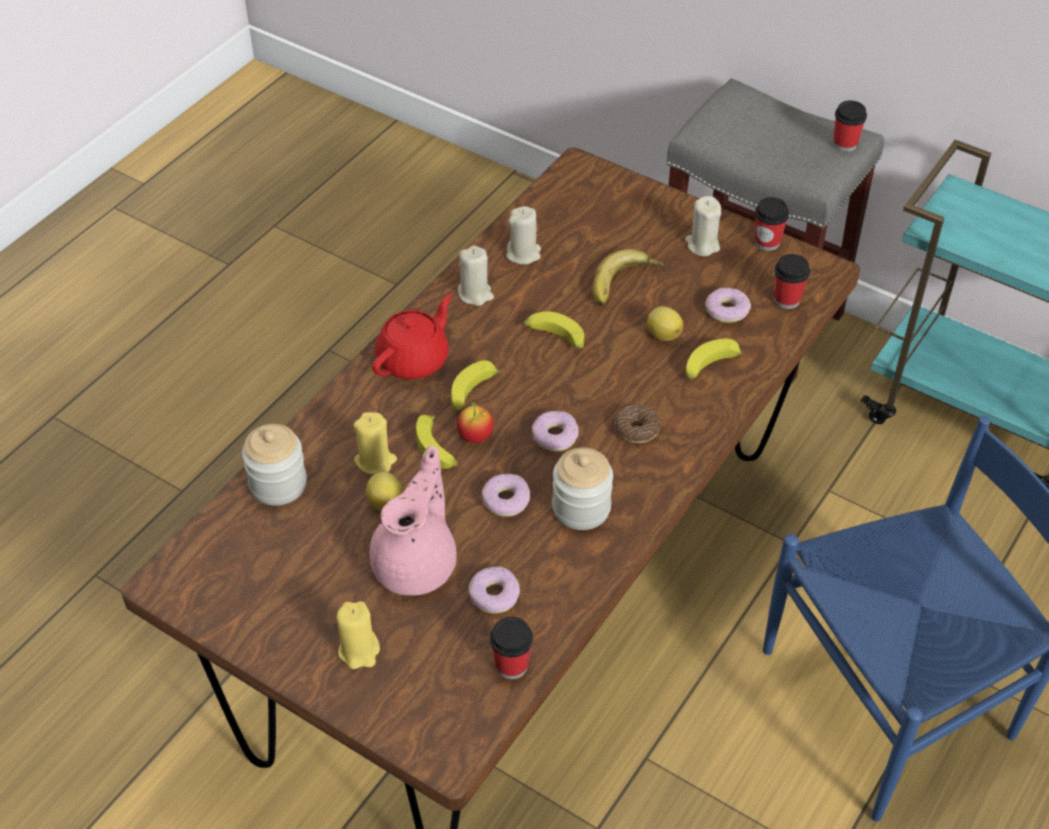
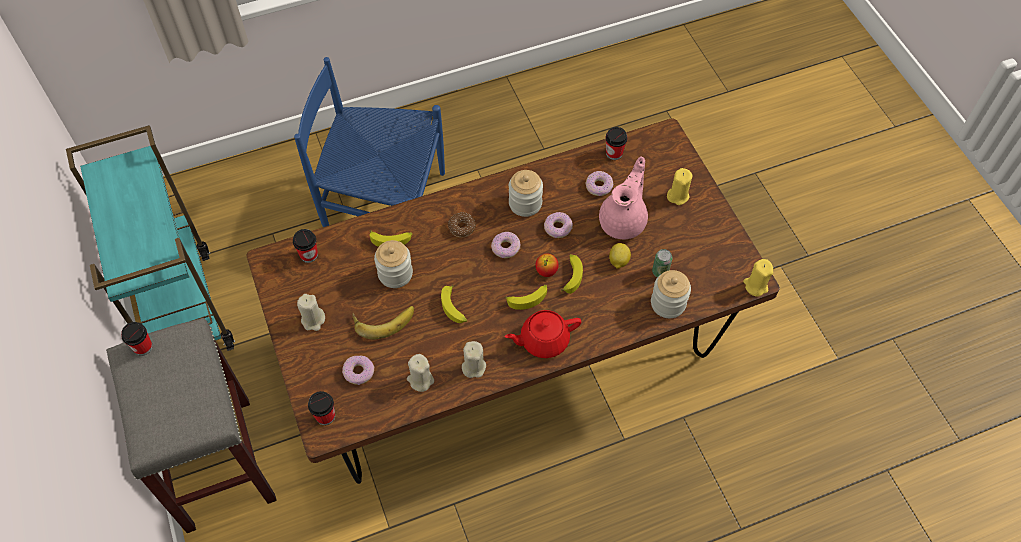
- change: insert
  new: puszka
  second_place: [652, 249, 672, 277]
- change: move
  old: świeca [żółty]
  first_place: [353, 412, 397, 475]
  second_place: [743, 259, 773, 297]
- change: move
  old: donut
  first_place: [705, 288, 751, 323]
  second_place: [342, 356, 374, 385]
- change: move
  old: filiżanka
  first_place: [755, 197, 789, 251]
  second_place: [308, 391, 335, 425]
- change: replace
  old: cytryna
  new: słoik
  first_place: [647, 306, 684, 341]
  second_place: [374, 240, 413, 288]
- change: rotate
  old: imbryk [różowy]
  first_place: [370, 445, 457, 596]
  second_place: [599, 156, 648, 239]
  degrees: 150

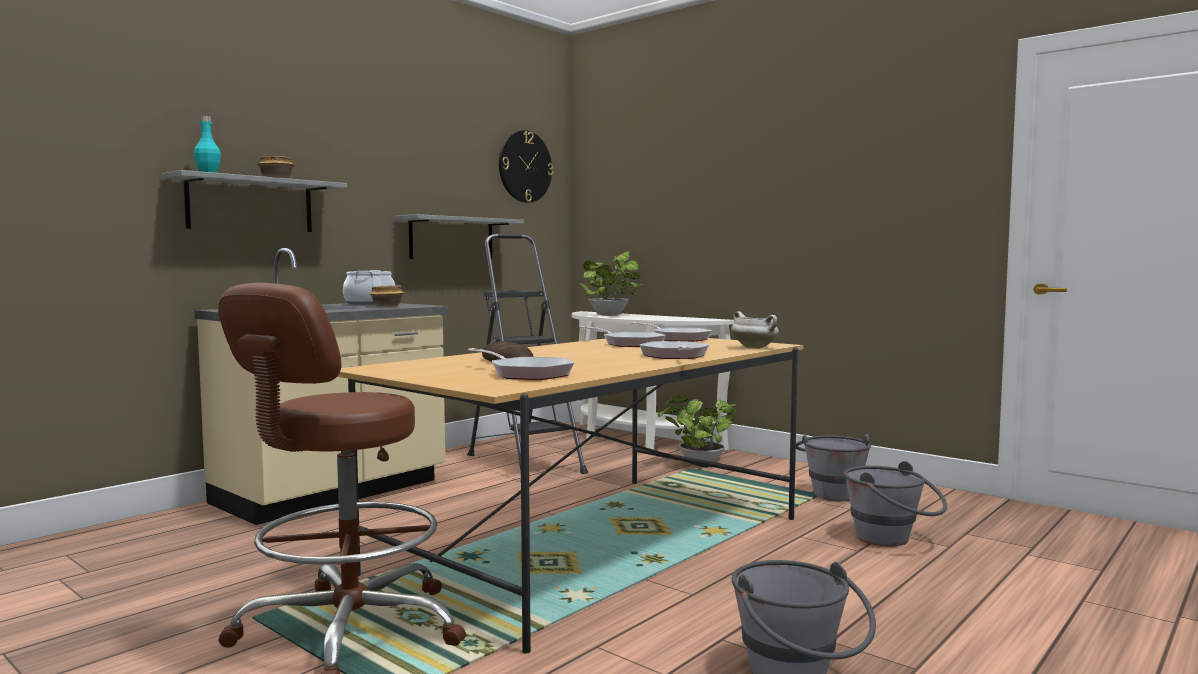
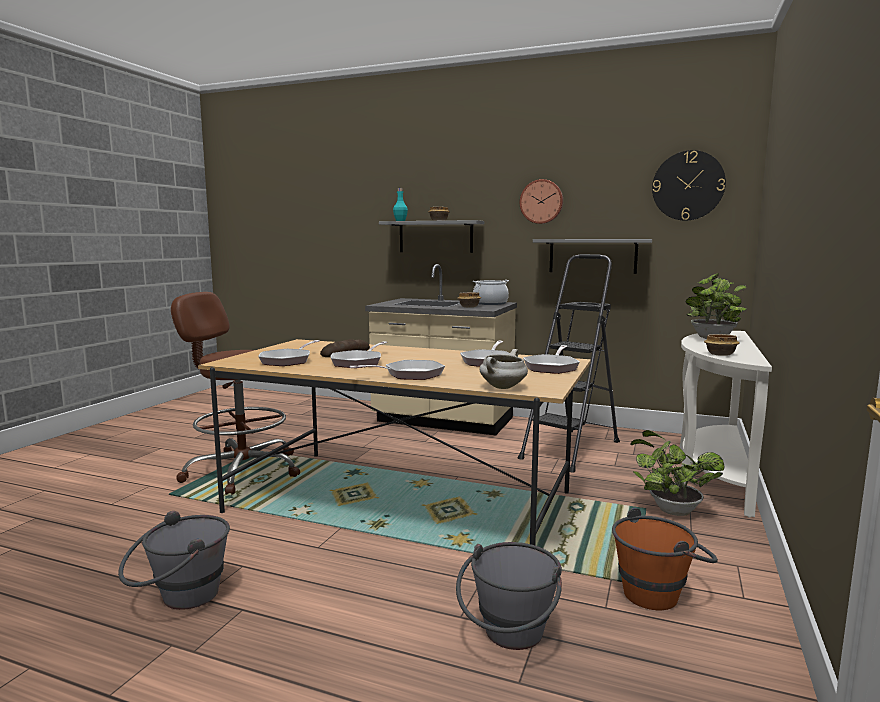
- change: insert
  new: patelnia
  second_place: [330, 341, 387, 368]
- change: insert
  new: zegar ścienny
  second_place: [520, 179, 563, 224]
- change: insert
  new: miska
  second_place: [704, 334, 740, 356]
- change: recolor
  old: wiadro [szary]
  new: wiadro [pomarańczowy]
  first_place: [796, 434, 871, 501]
  second_place: [612, 508, 718, 610]

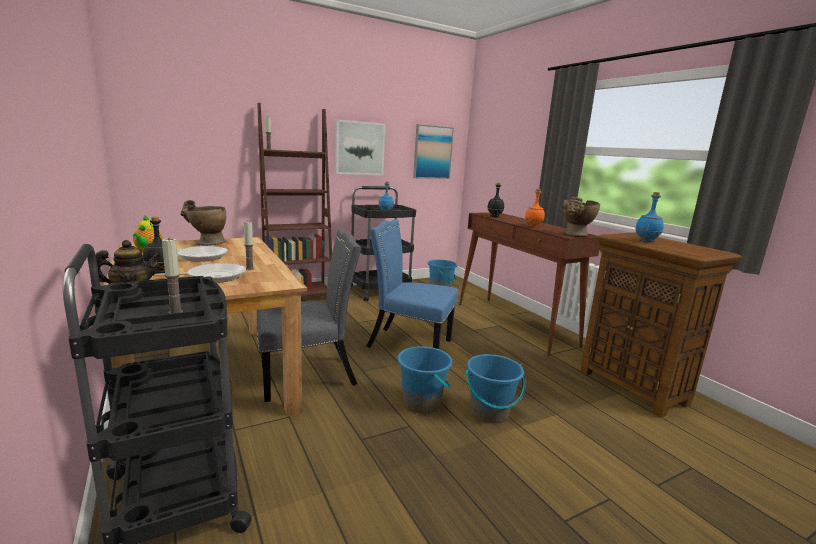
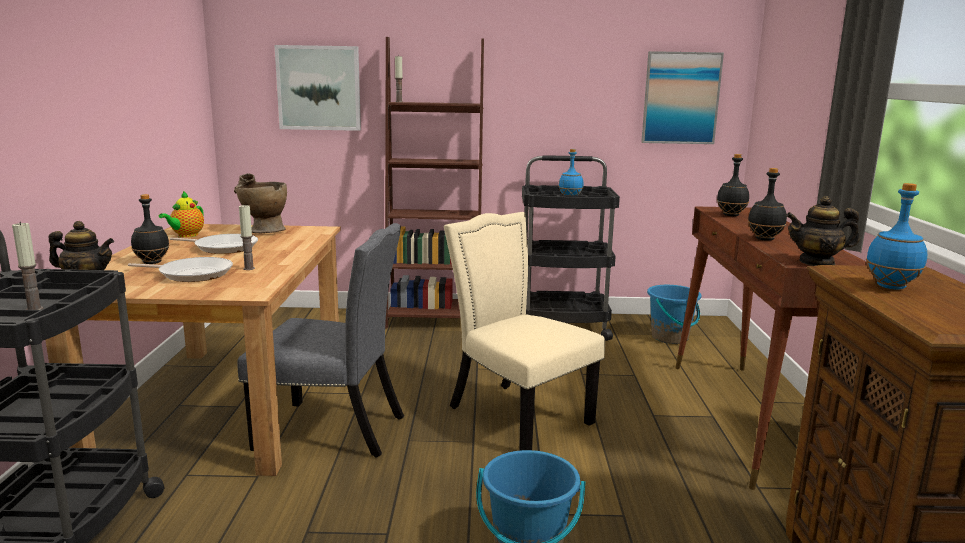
- change: delete
  old: wiadro [niebieski]
  first_place: [397, 346, 453, 414]
- change: move
  old: obraz
  first_place: [335, 119, 385, 175]
  second_place: [274, 45, 361, 131]
- change: replace
  old: wazon [beżowy]
  new: imbryk
  first_place: [563, 197, 600, 237]
  second_place: [786, 196, 860, 266]
- change: recolor
  old: krzesło [niebieski]
  new: krzesło [beżowy]
  first_place: [367, 219, 458, 349]
  second_place: [444, 212, 605, 451]
- change: recolor
  old: butelka [pomarańczowy]
  new: butelka [czarny]
  first_place: [525, 189, 545, 227]
  second_place: [748, 168, 787, 241]

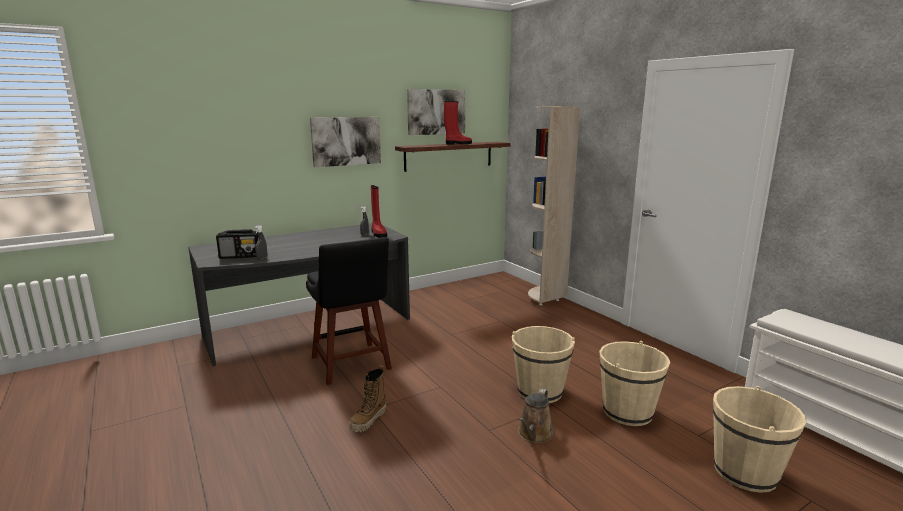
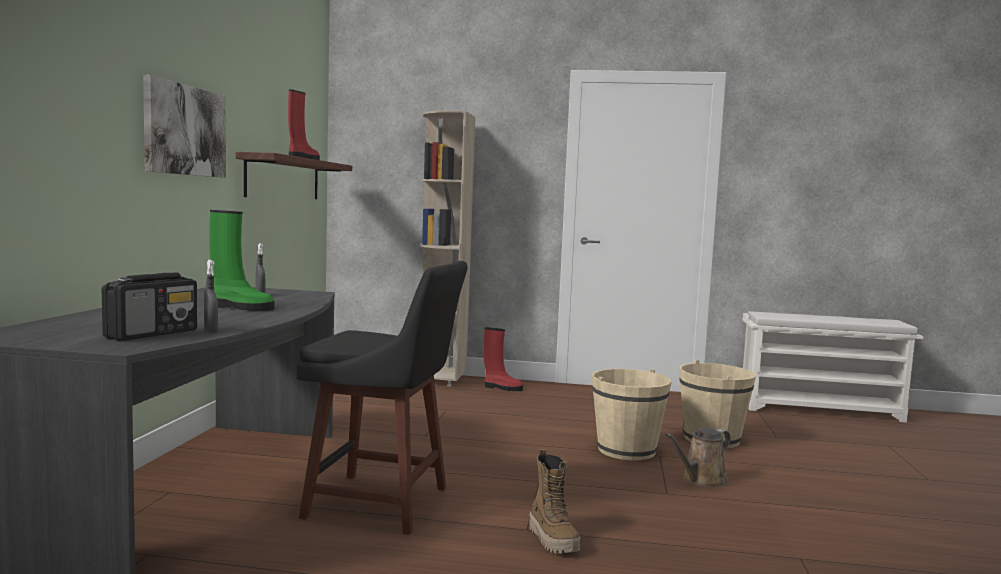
- change: delete
  old: obraz
  first_place: [407, 89, 465, 135]
- change: delete
  old: wiadro [beżowy]
  first_place: [713, 386, 806, 493]
- change: insert
  new: but z cholewką [zielony]
  second_place: [209, 210, 275, 311]
- change: move
  old: but z cholewką [czerwony]
  first_place: [371, 185, 387, 238]
  second_place: [483, 327, 523, 391]
- change: rotate
  old: konewka [brązowy]
  first_place: [518, 389, 554, 443]
  second_place: [666, 428, 731, 487]
  degrees: 75

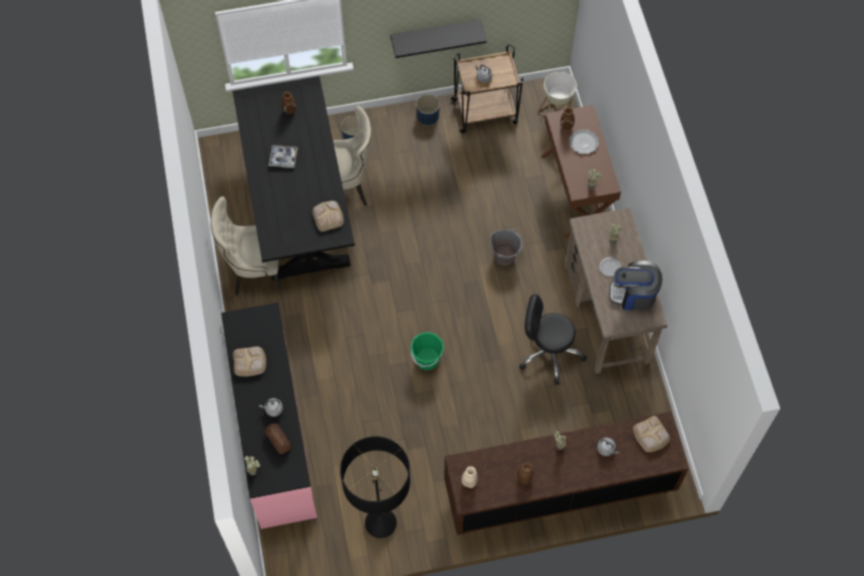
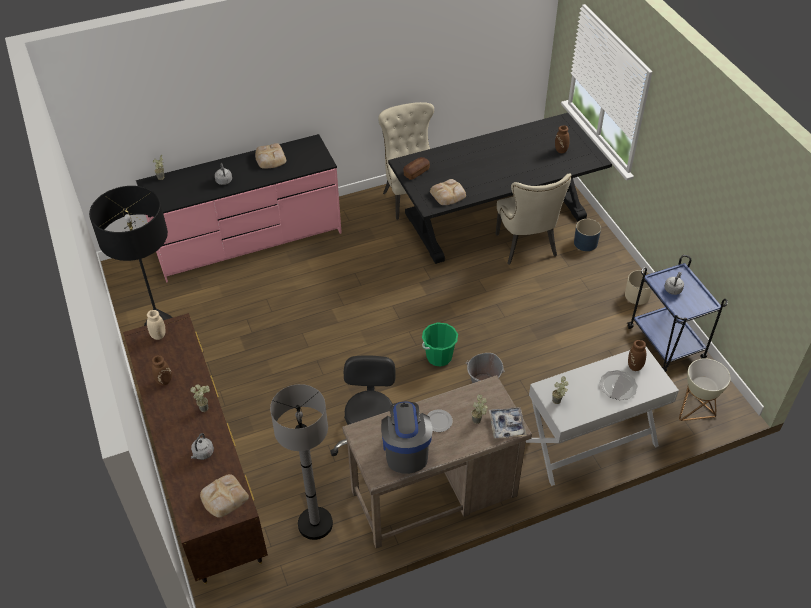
- change: delete
  old: półka [czarny]
  first_place: [390, 19, 487, 58]
- change: insert
  new: lampa stojąca [szary]
  second_place: [270, 384, 333, 540]
- change: move
  old: chleb
  first_place: [265, 423, 291, 454]
  second_place: [403, 157, 430, 180]
- change: move
  old: taca
  first_place: [269, 145, 298, 168]
  second_place: [489, 407, 527, 438]
- change: move
  old: wiadro [zielony]
  first_place: [410, 332, 444, 370]
  second_place: [422, 322, 458, 366]
- change: recolor
  old: donica [niebieski]
  new: donica [beżowy]
  first_place: [416, 94, 440, 125]
  second_place: [625, 270, 652, 305]
- change: recolor
  old: wózek [brązowy]
  new: wózek [niebieski]
  first_place: [451, 45, 524, 133]
  second_place: [627, 255, 728, 372]
- change: recolor
  old: stolik konsolowy [brązowy]
  new: stolik konsolowy [biały]
  first_place: [541, 105, 621, 238]
  second_place: [526, 347, 679, 486]

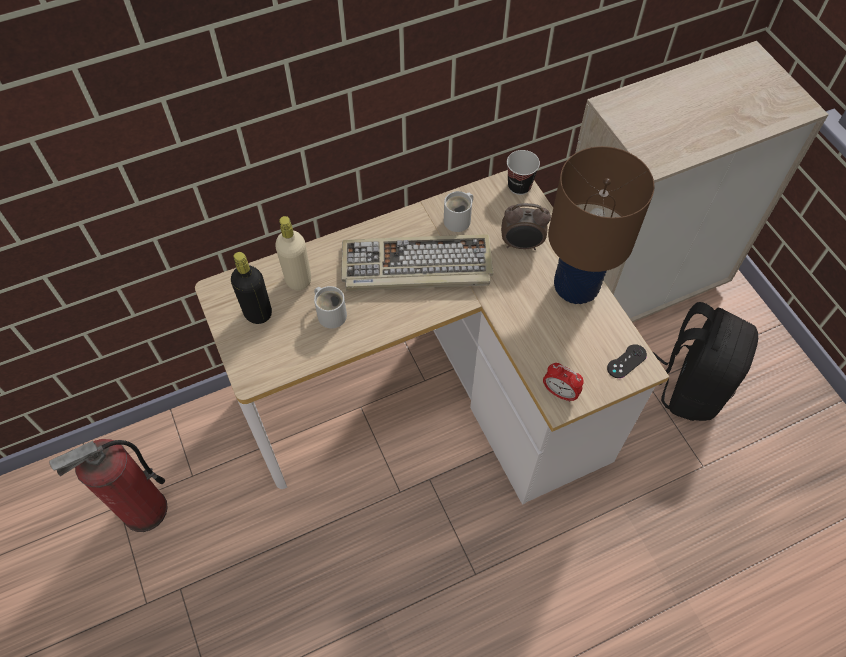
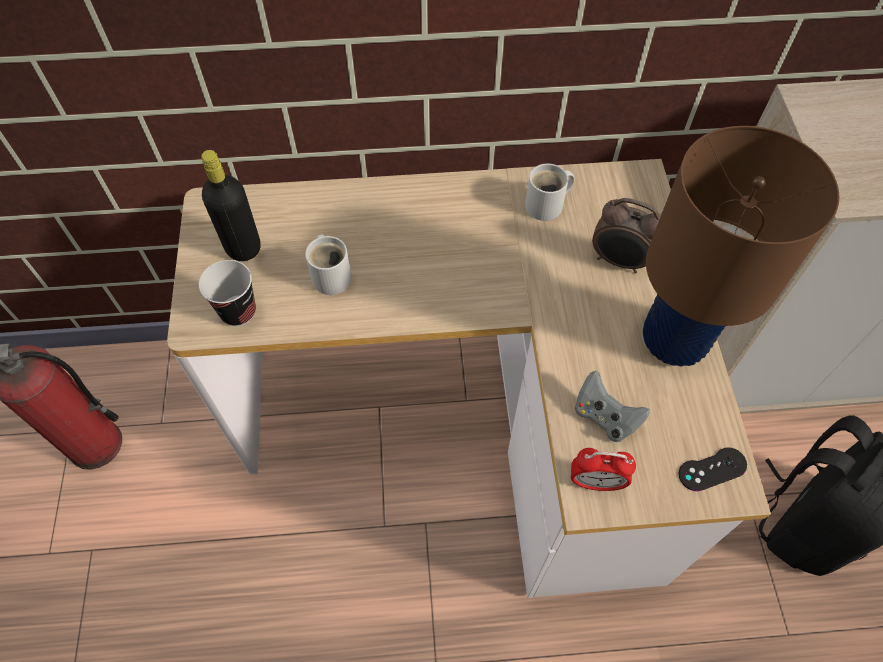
- change: delete
  old: butelka [beżowy]
  first_place: [275, 216, 311, 290]
- change: delete
  old: klawiatura
  first_place: [342, 234, 493, 291]
- change: insert
  new: pad do gier [szary]
  second_place: [575, 371, 649, 442]
- change: move
  old: filiżanka
  first_place: [507, 150, 540, 195]
  second_place: [199, 260, 256, 326]
- change: rotate
  old: budzik
  first_place: [543, 363, 584, 402]
  second_place: [571, 448, 636, 491]
  degrees: -45

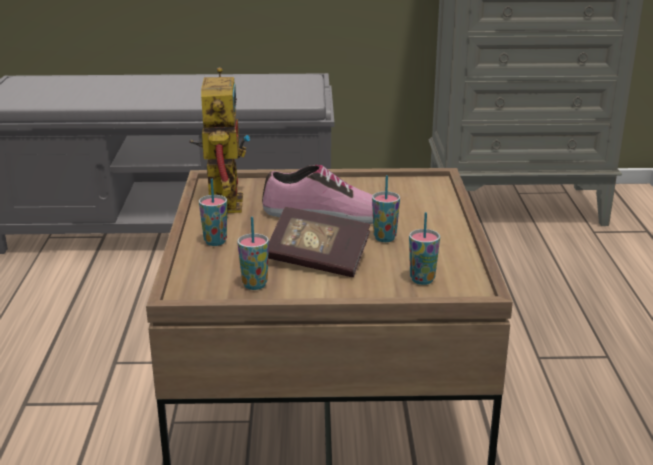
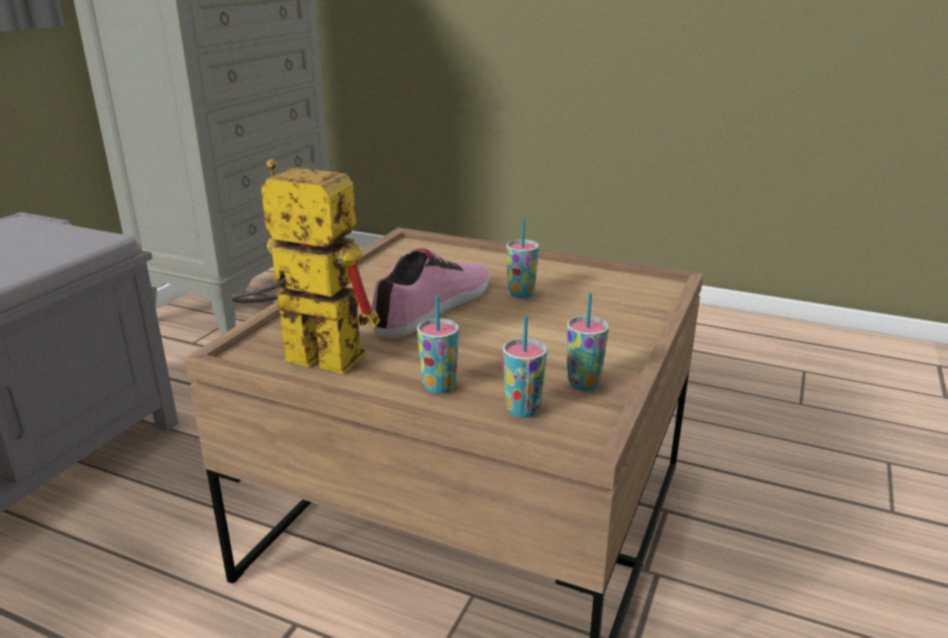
- change: delete
  old: książka
  first_place: [268, 207, 370, 277]
- change: move
  old: filiżanka
  first_place: [409, 212, 440, 285]
  second_place: [503, 315, 547, 418]

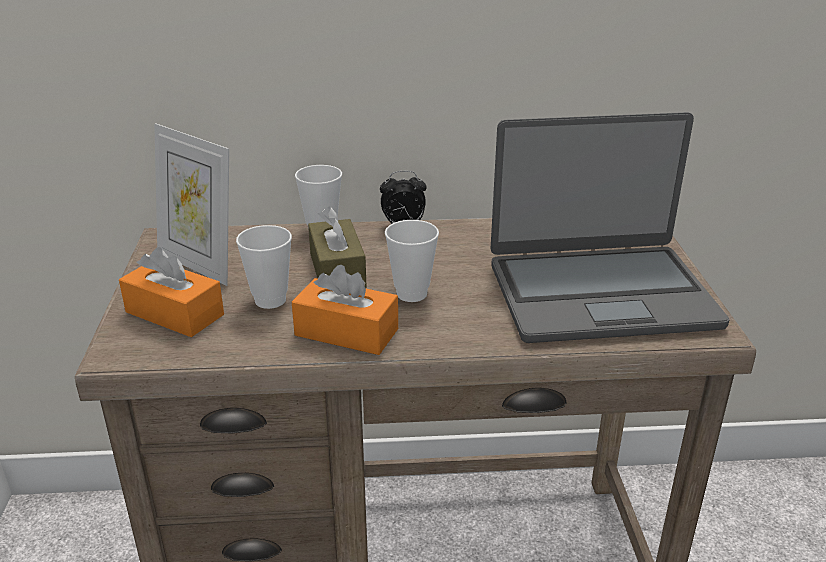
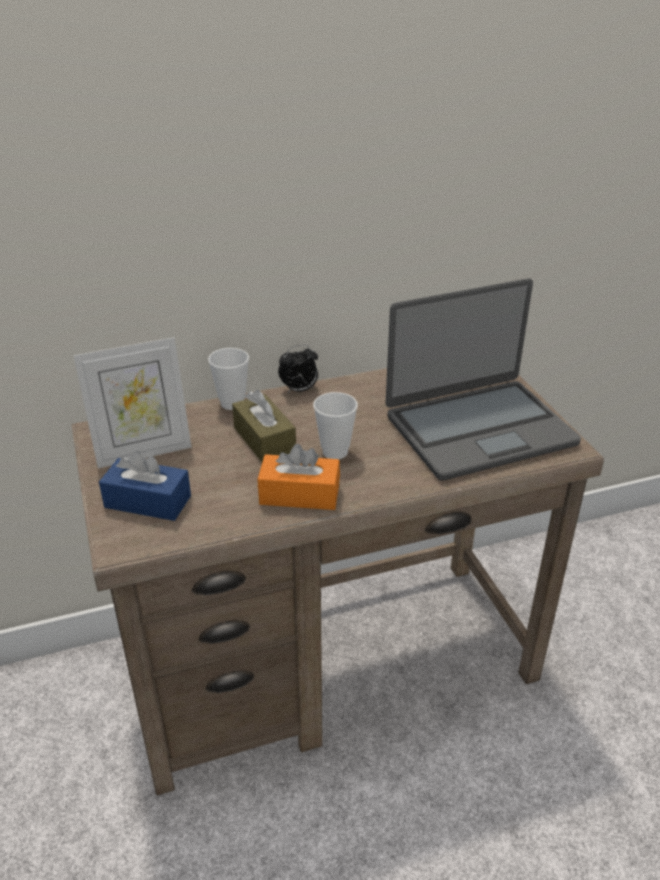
- change: delete
  old: filiżanka
  first_place: [236, 225, 292, 309]
- change: recolor
  old: pudełko chusteczek [pomarańczowy]
  new: pudełko chusteczek [niebieski]
  first_place: [119, 247, 224, 337]
  second_place: [99, 451, 191, 521]
- change: rotate
  old: ramka na zdjęcie
  first_place: [154, 123, 229, 286]
  second_place: [73, 337, 192, 468]
  degrees: -45

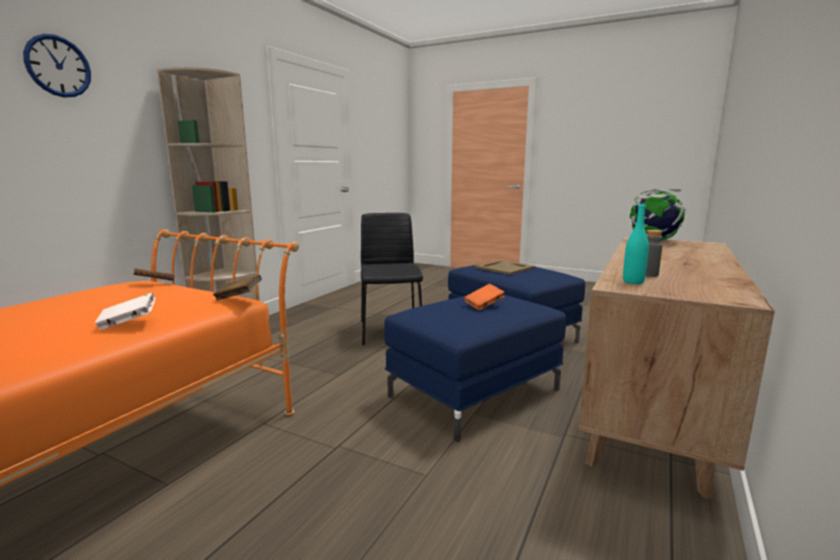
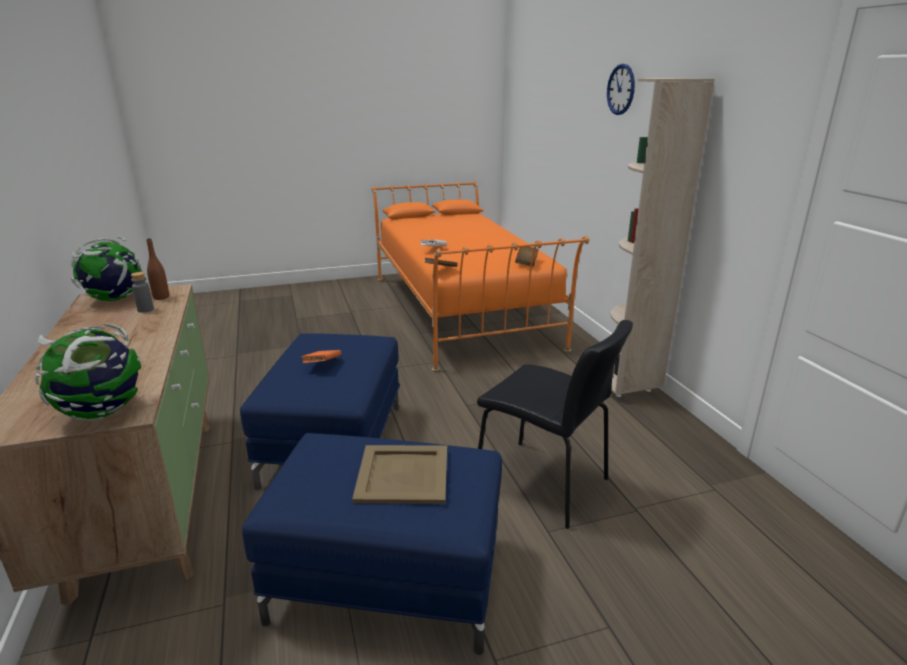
- change: insert
  new: globus
  second_place: [70, 236, 142, 301]
- change: recolor
  old: butelka [turkusowy]
  new: butelka [brązowy]
  first_place: [623, 202, 649, 284]
  second_place: [146, 238, 169, 300]

